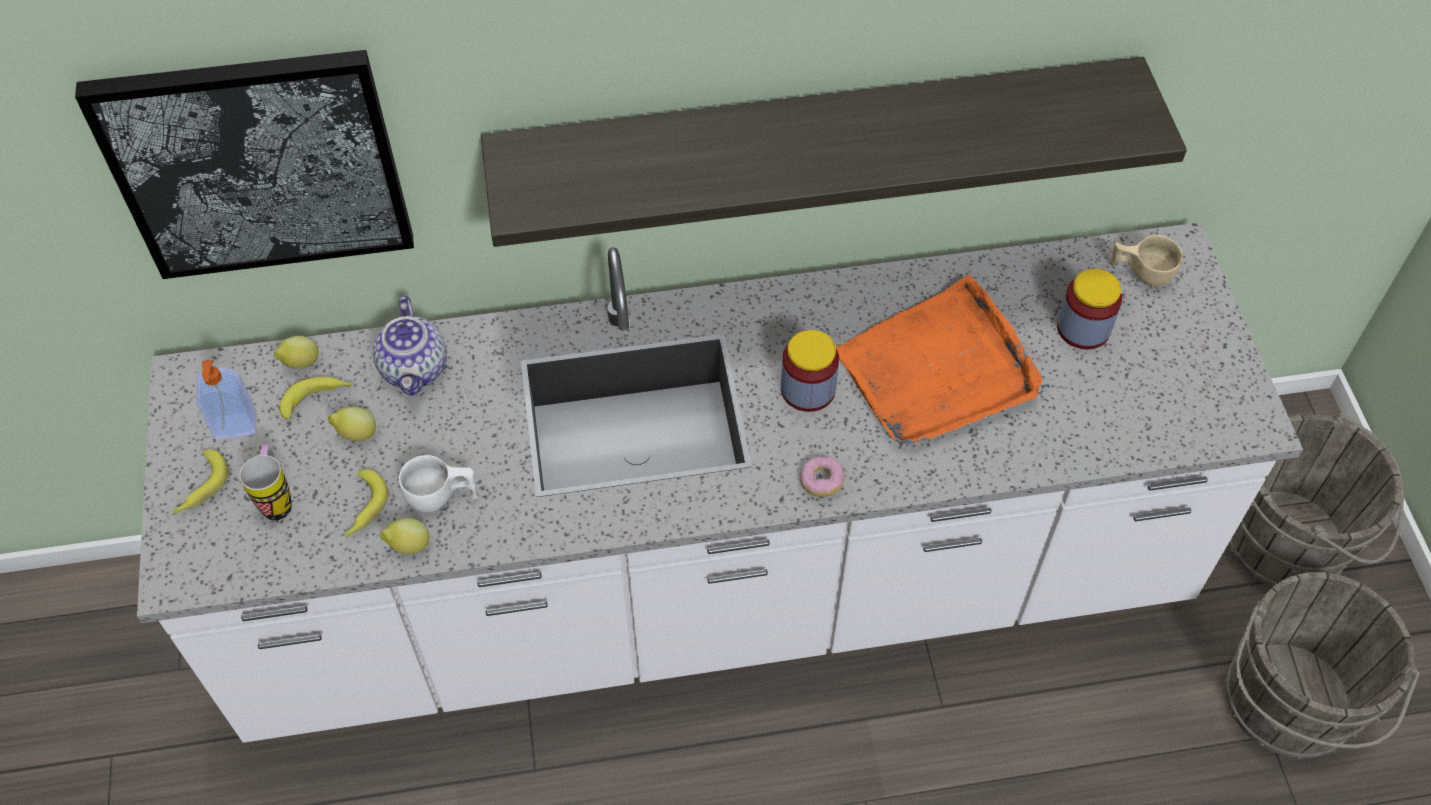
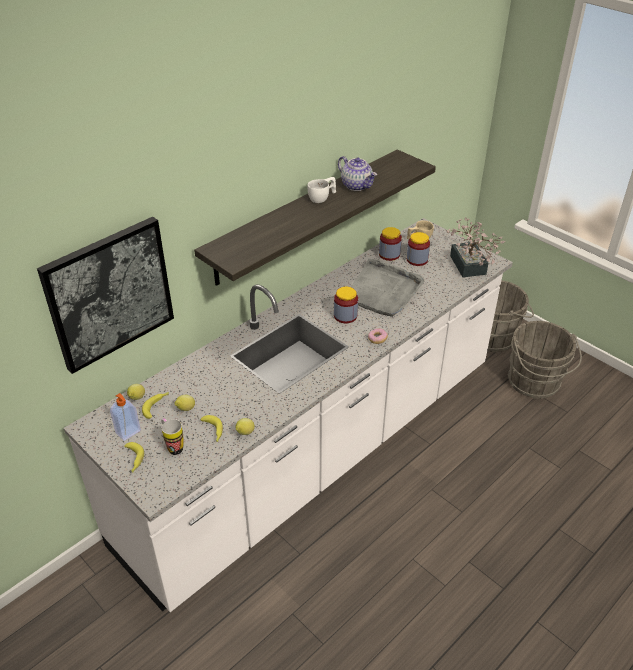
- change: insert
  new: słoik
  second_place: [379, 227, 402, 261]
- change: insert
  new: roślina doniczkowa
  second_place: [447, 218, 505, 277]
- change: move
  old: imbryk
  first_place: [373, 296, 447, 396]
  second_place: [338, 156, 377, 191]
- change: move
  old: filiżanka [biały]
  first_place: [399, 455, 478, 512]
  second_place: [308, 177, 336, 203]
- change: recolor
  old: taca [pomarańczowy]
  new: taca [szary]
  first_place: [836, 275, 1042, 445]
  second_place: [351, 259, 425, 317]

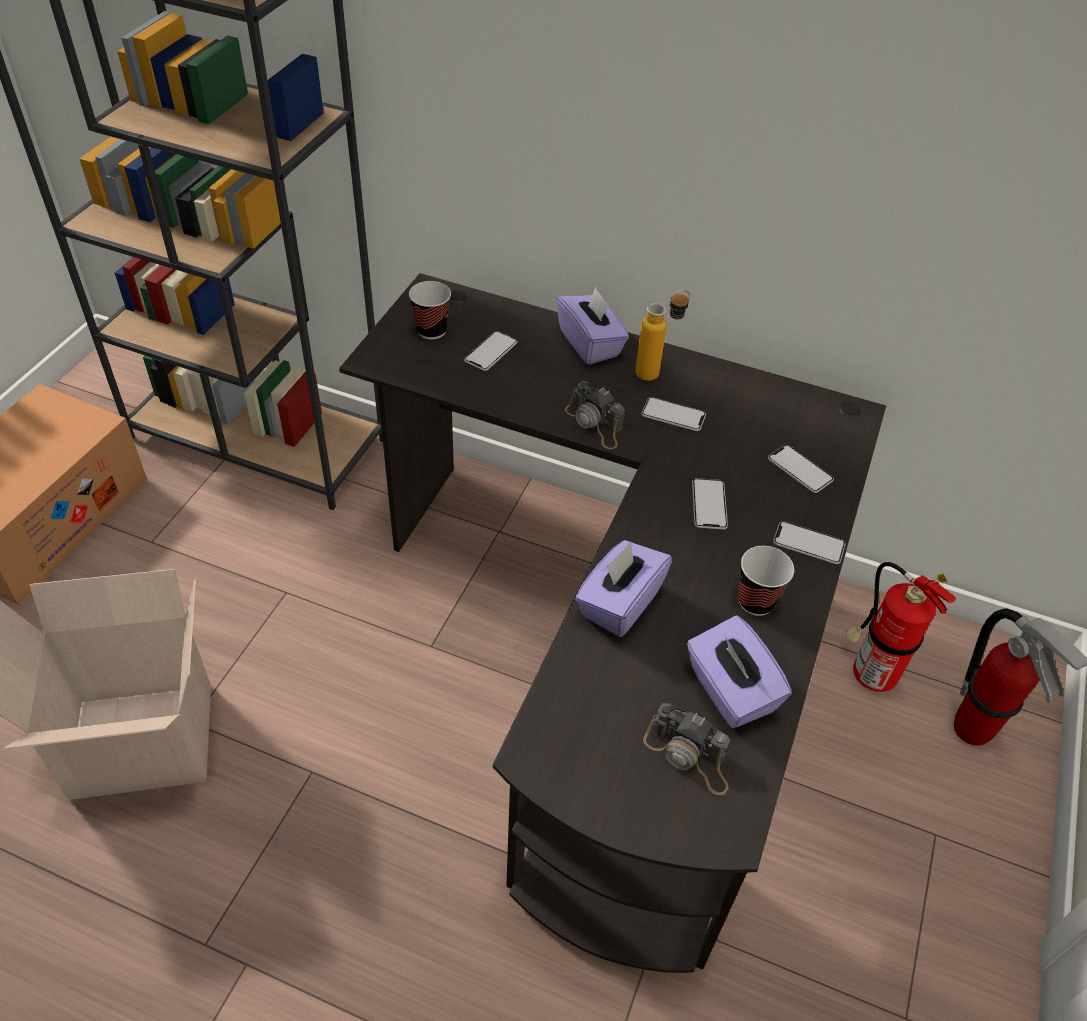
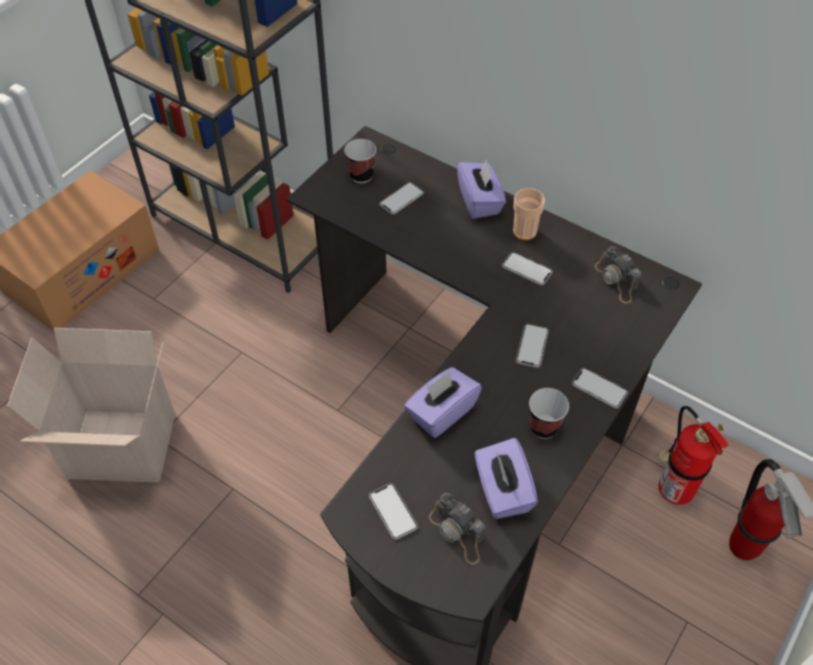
- change: move
  old: aparat fotograficzny
  first_place: [565, 381, 625, 449]
  second_place: [595, 246, 641, 304]
- change: move
  old: telefon
  first_place: [768, 445, 834, 493]
  second_place: [369, 483, 418, 540]
- change: replace
  old: butelka
  new: filiżanka
  first_place: [635, 290, 690, 381]
  second_place: [513, 188, 545, 241]

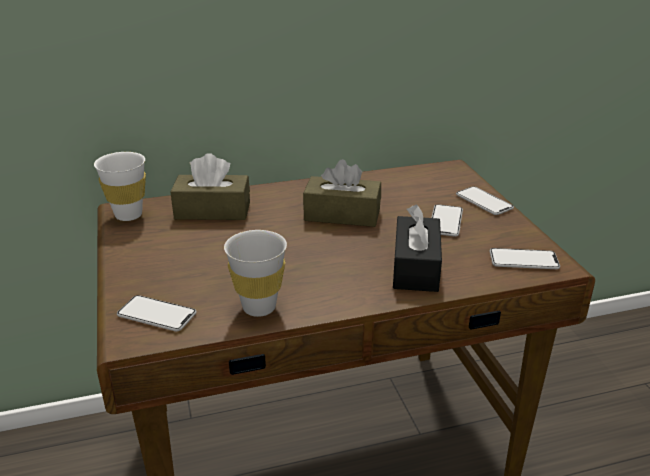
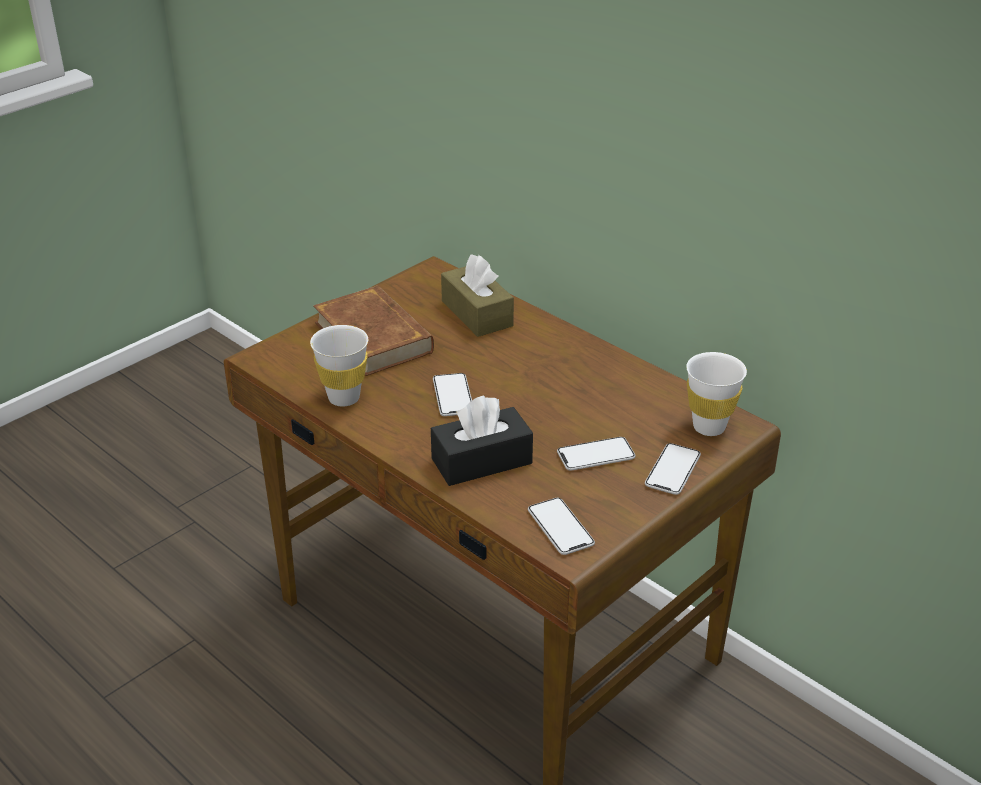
- change: delete
  old: pudełko chusteczek [brązowy]
  first_place: [303, 159, 381, 227]
- change: insert
  new: książka [brązowy]
  second_place: [313, 285, 434, 376]
- change: move
  old: filiżanka [biały]
  first_place: [94, 152, 146, 221]
  second_place: [686, 352, 747, 436]
- change: move
  old: telefon
  first_place: [117, 295, 196, 331]
  second_place: [433, 373, 472, 416]

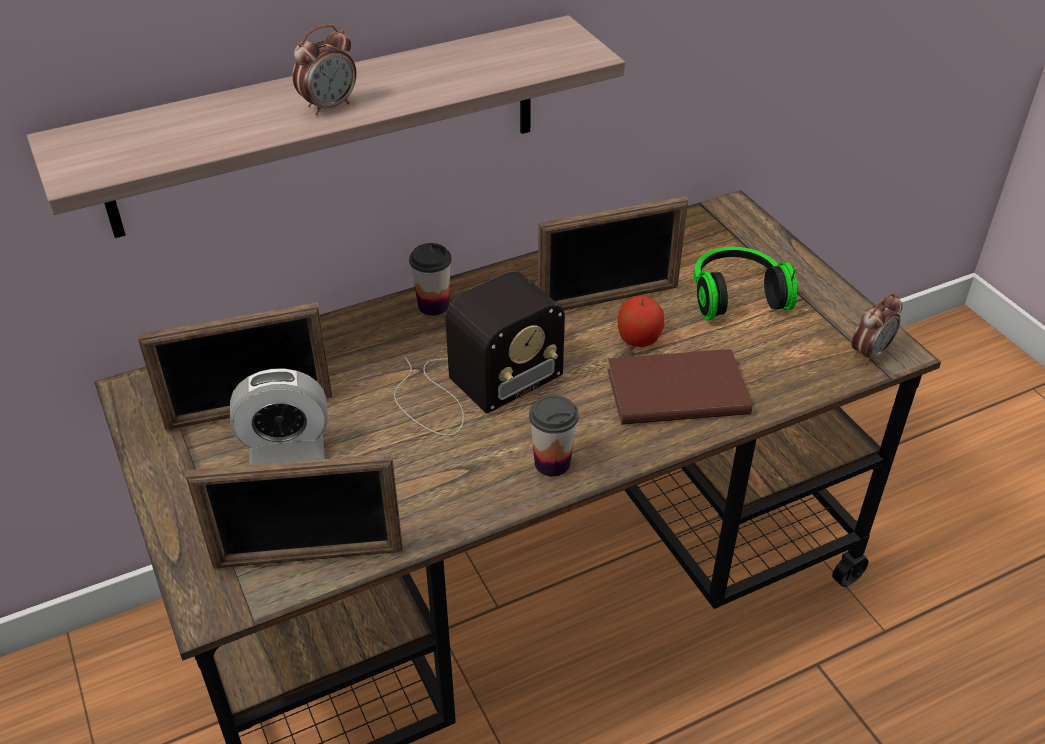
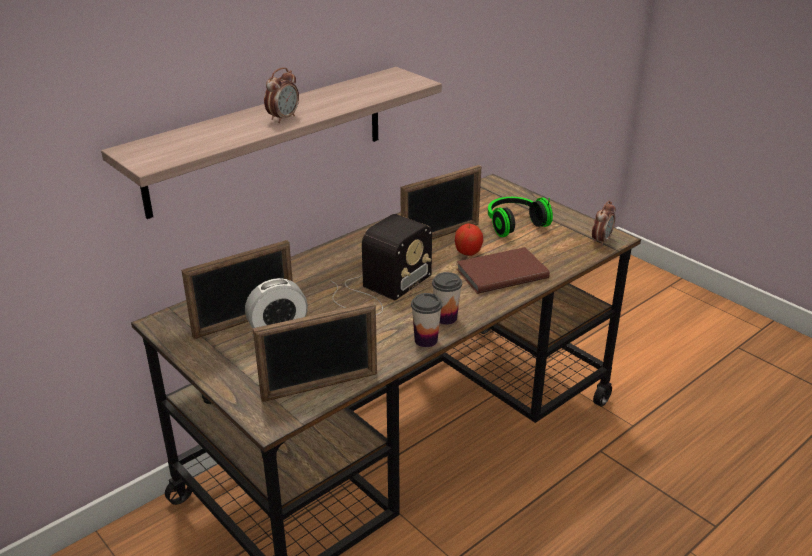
- change: move
  old: filiżanka
  first_place: [409, 243, 452, 316]
  second_place: [411, 293, 442, 347]

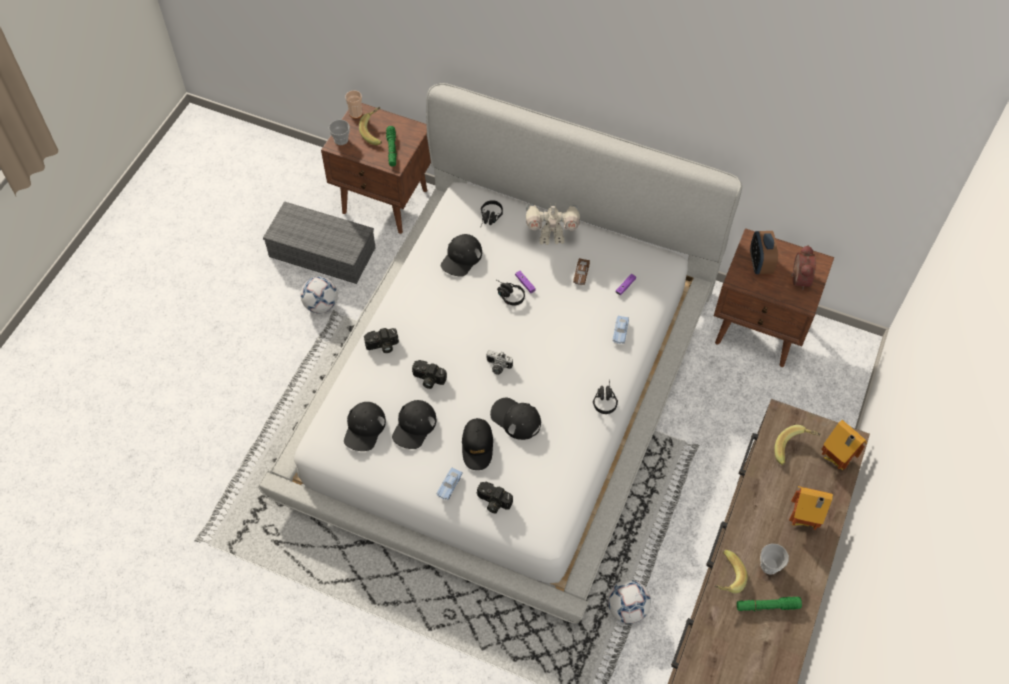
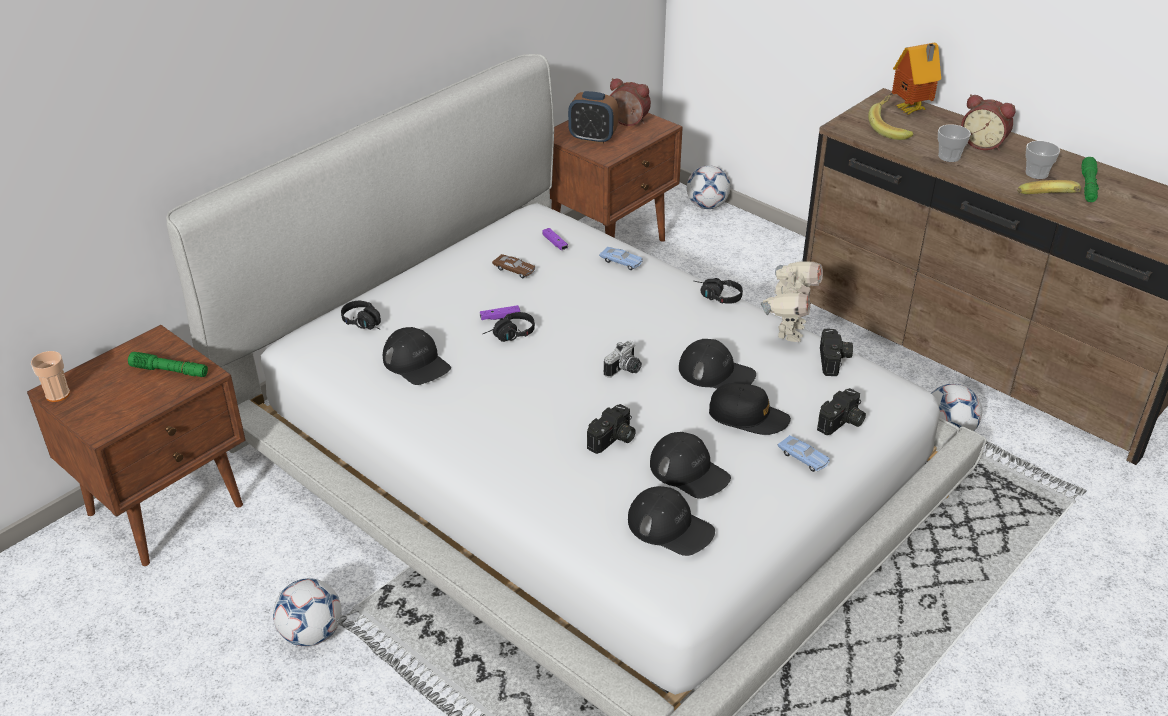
- change: delete
  old: pojemnik do przechowywania [szary]
  first_place: [263, 201, 376, 284]
- change: delete
  old: banan
  first_place: [359, 107, 382, 145]
- change: insert
  new: piłka futbolowa
  second_place: [687, 165, 730, 209]
- change: move
  old: filiżanka
  first_place: [329, 120, 350, 145]
  second_place: [938, 124, 971, 162]
- change: move
  old: aparat fotograficzny
  first_place: [364, 328, 399, 353]
  second_place: [820, 329, 853, 376]
- change: move
  old: robot zabawkowy
  first_place: [526, 203, 580, 245]
  second_place: [761, 261, 823, 342]
- change: replace
  old: domek
  new: budzik
  first_place: [789, 486, 833, 530]
  second_place: [961, 94, 1016, 151]
- change: rotate
  old: czapka z daszkiem [czarny]
  first_place: [490, 398, 541, 440]
  second_place: [679, 339, 756, 389]
  degrees: -120

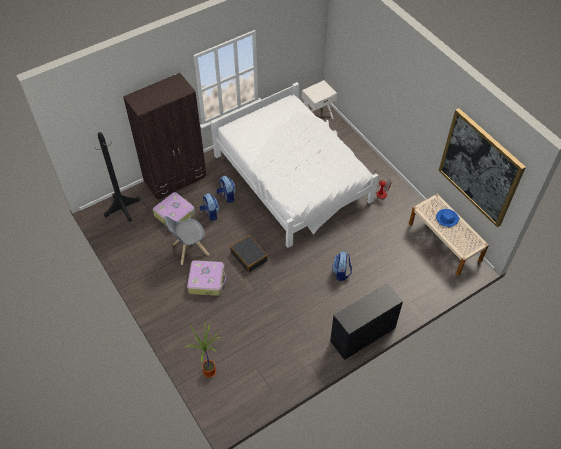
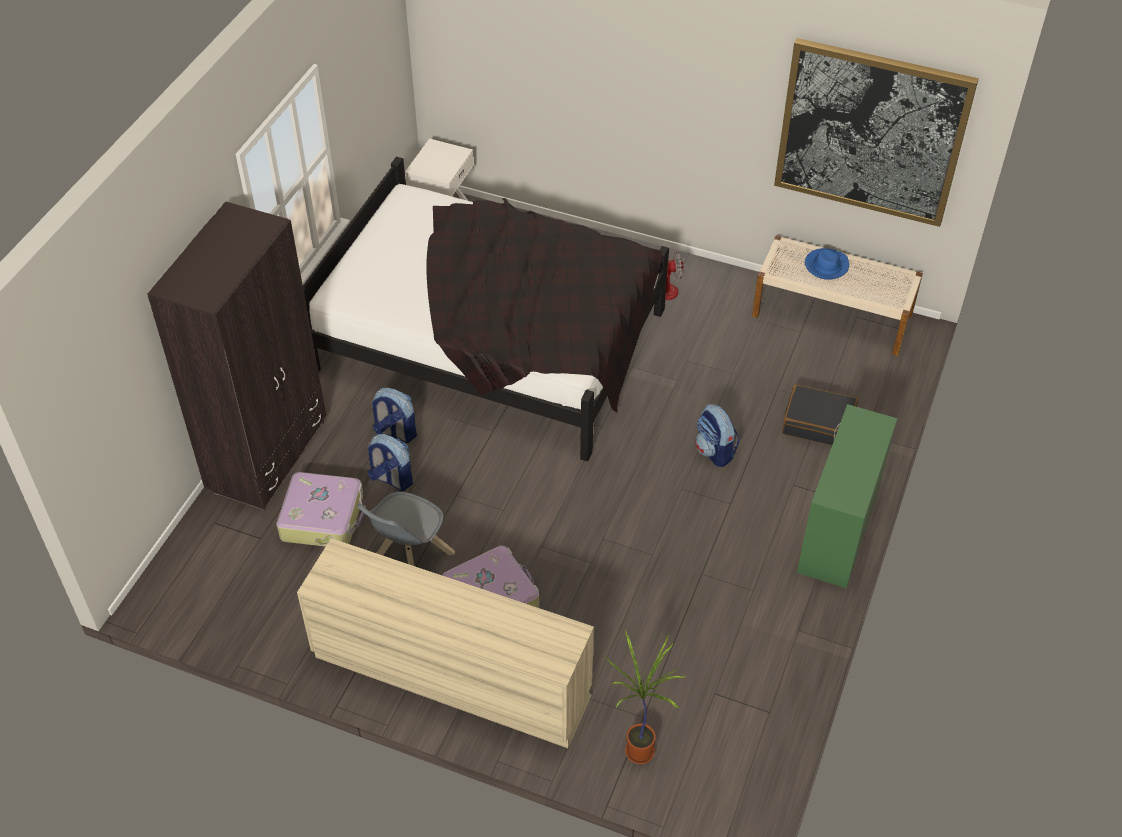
- change: delete
  old: wieszak [czarny]
  first_place: [95, 132, 140, 222]
- change: insert
  new: komoda [beżowy]
  second_place: [297, 538, 594, 748]
- change: move
  old: walizka [czarny]
  first_place: [230, 235, 268, 273]
  second_place: [782, 385, 858, 445]
- change: recolor
  old: łóżko [biały]
  new: łóżko [czarny]
  first_place: [211, 82, 378, 248]
  second_place: [303, 157, 669, 461]
- change: recolor
  old: biurko [czarny]
  new: biurko [zielony]
  first_place: [330, 283, 403, 360]
  second_place: [797, 404, 897, 588]

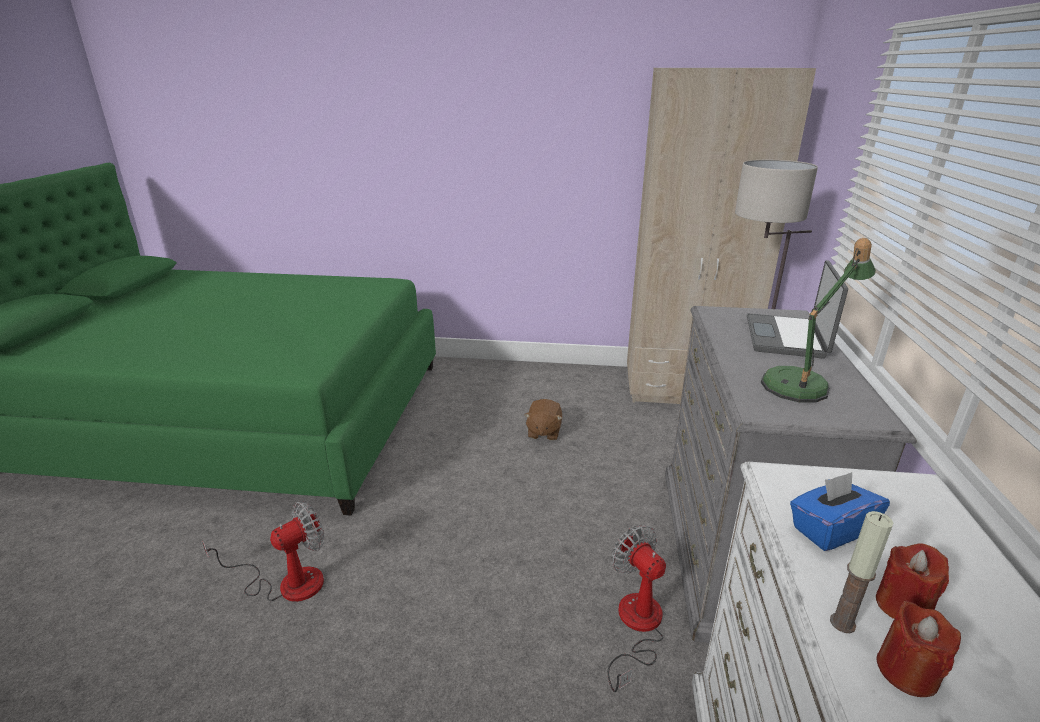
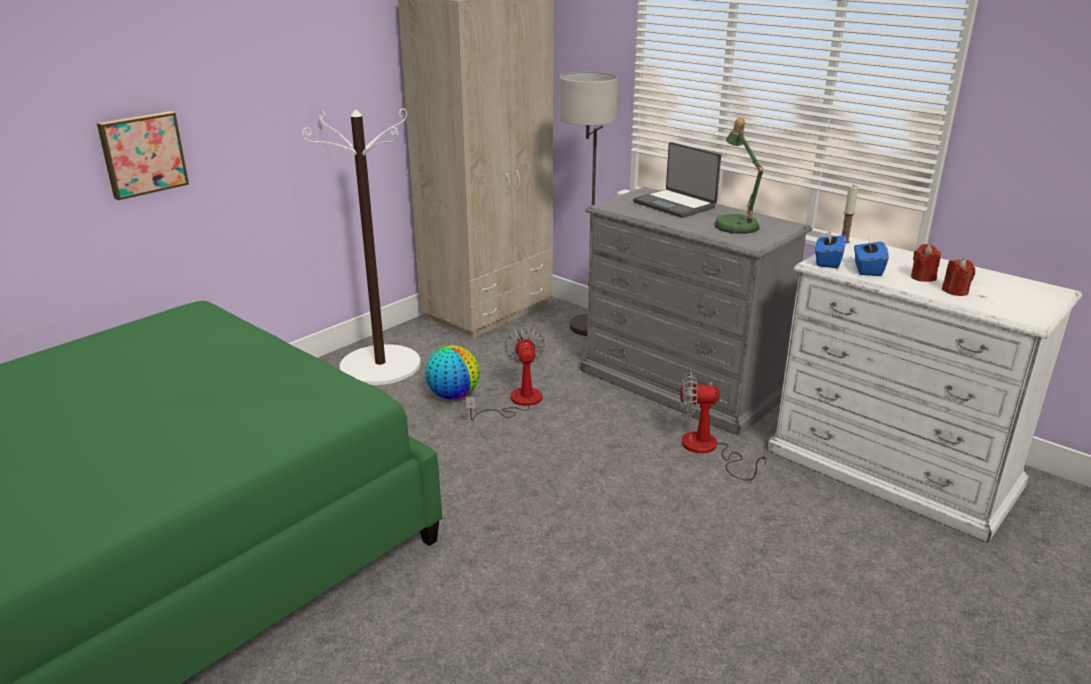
- change: insert
  new: obraz
  second_place: [97, 111, 189, 200]
- change: insert
  new: wieszak [biały]
  second_place: [302, 108, 421, 385]
- change: insert
  new: pudełko chusteczek [niebieski]
  second_place: [815, 228, 847, 268]
- change: move
  old: wentylator
  first_place: [202, 501, 324, 602]
  second_place: [466, 327, 545, 420]
- change: move
  old: świeca
  first_place: [830, 511, 893, 633]
  second_place: [842, 185, 858, 243]
- change: replace
  old: pluszak [brązowy]
  new: globus
  first_place: [524, 399, 562, 441]
  second_place: [425, 345, 480, 400]

